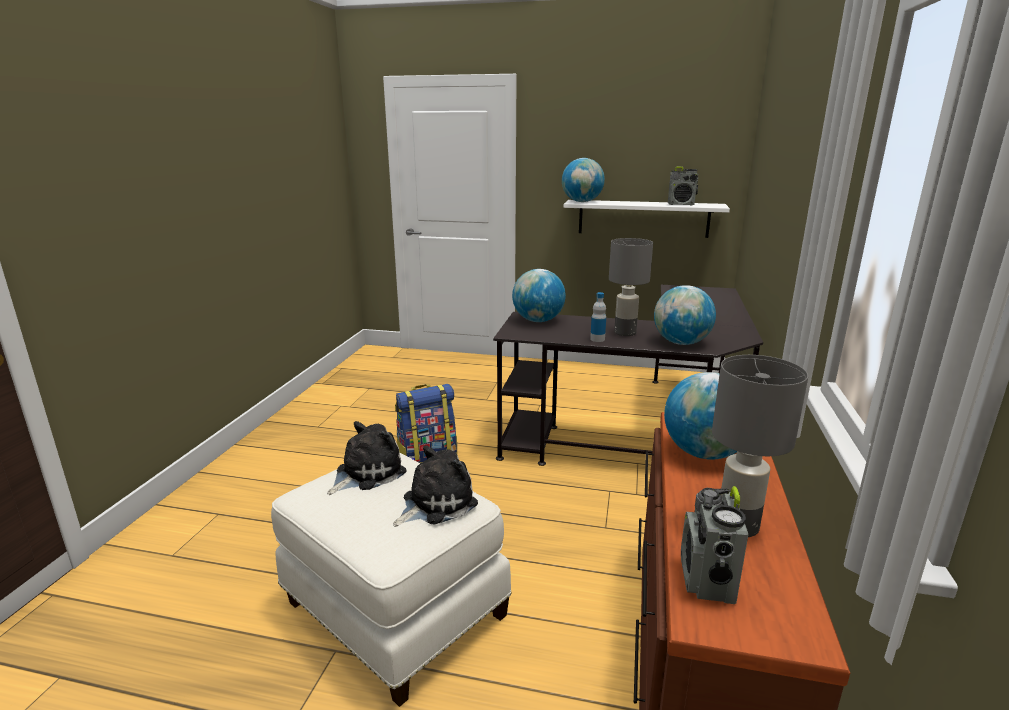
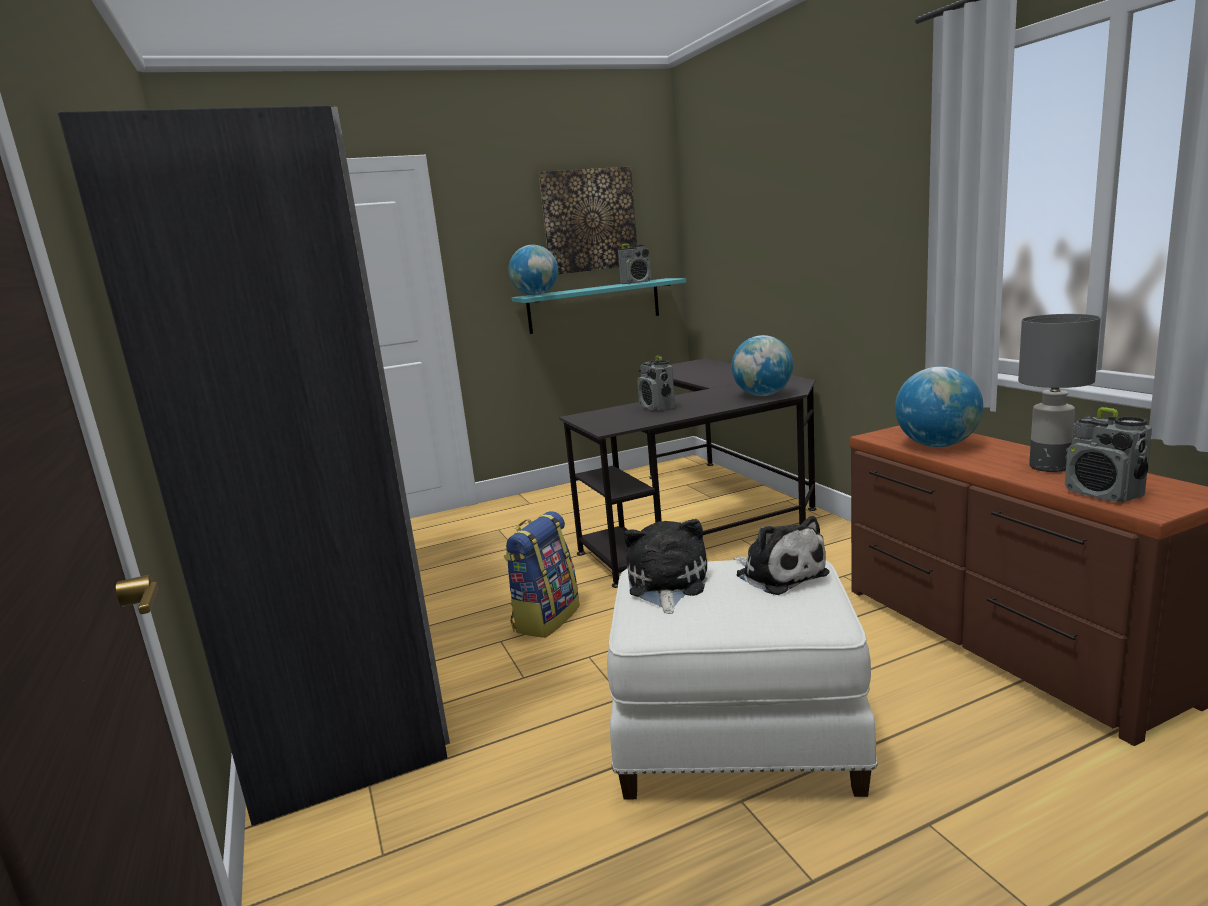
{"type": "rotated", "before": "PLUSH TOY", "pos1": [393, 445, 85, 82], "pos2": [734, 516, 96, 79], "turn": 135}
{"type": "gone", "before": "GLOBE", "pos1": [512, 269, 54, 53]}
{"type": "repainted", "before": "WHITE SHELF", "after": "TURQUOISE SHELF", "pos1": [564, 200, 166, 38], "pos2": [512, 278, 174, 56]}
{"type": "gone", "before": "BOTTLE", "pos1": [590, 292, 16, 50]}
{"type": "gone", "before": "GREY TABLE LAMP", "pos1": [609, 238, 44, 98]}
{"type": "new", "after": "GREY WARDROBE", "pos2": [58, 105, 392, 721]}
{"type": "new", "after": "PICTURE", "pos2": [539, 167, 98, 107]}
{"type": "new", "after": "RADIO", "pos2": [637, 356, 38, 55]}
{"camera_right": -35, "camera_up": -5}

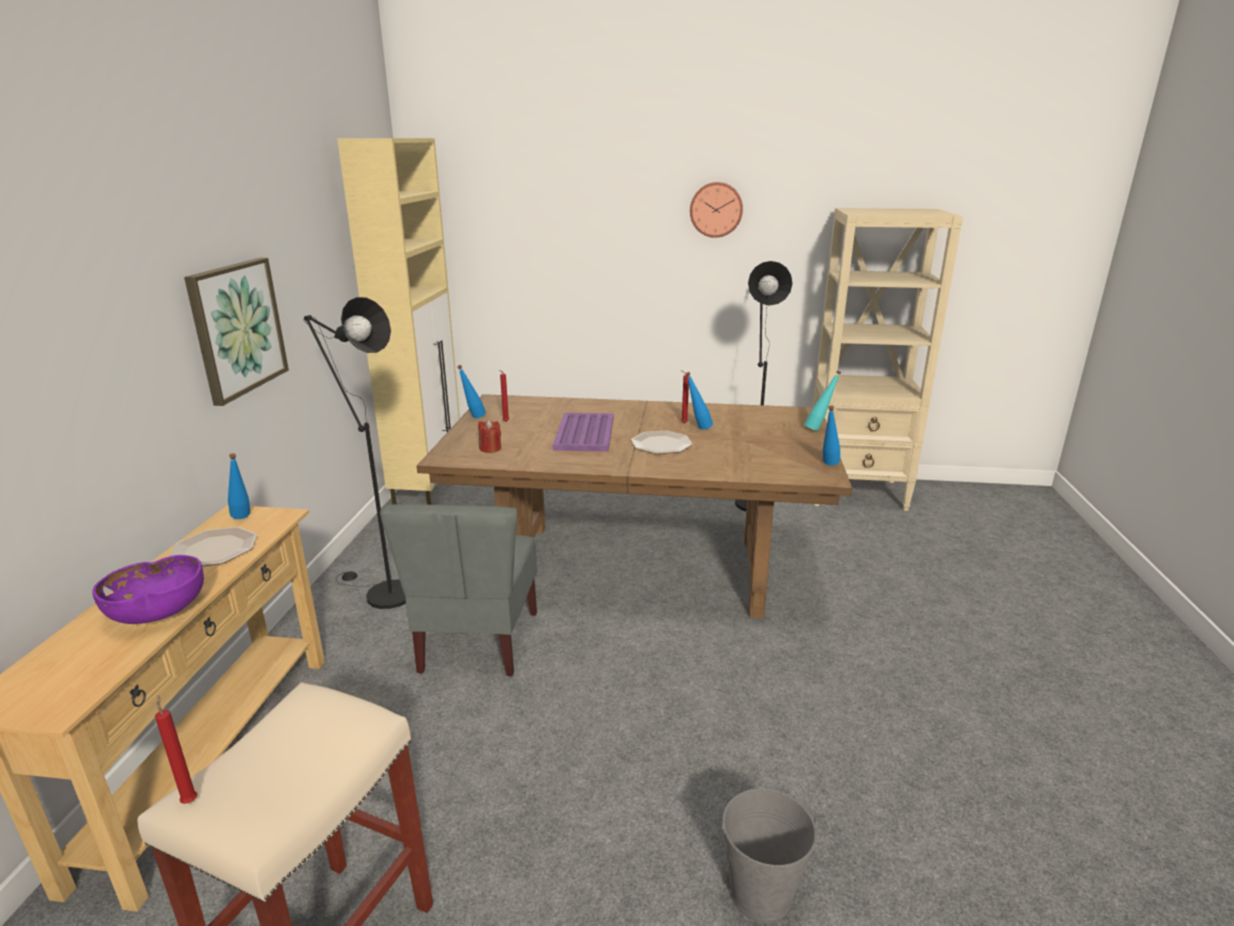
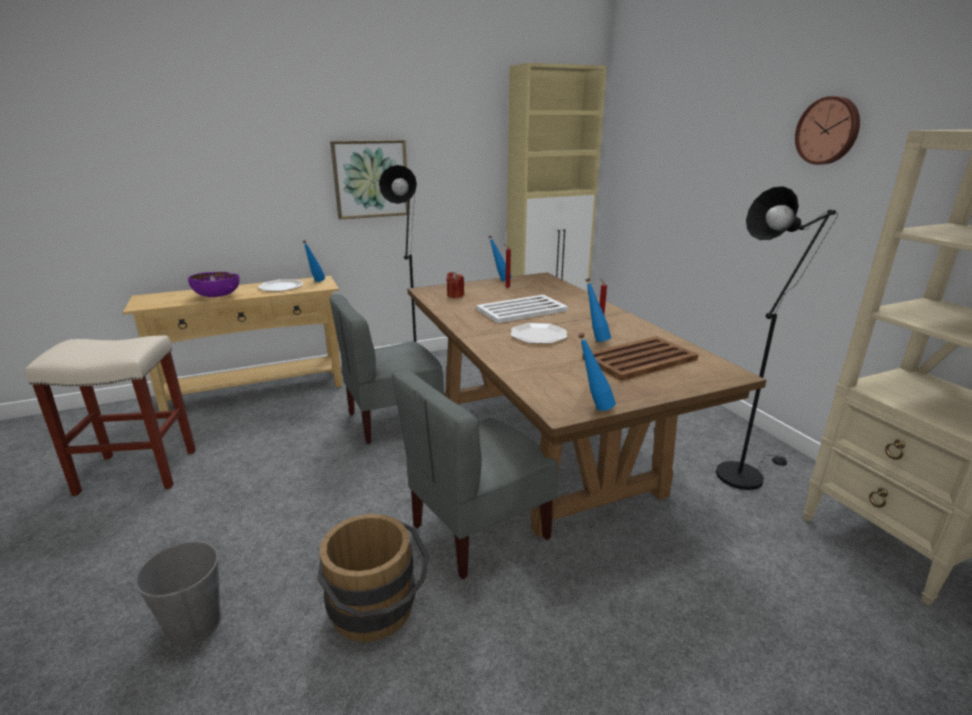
{"type": "gone", "before": "RED CANDLE", "pos1": [155, 695, 43, 109]}
{"type": "repainted", "before": "PURPLE TRAY", "after": "WHITE TRAY", "pos1": [553, 413, 61, 39], "pos2": [476, 295, 92, 28]}
{"type": "gone", "before": "TURQUOISE BOTTLE", "pos1": [804, 370, 37, 61]}
{"type": "new", "after": "BROWN BUCKET", "pos2": [317, 514, 112, 128]}
{"type": "new", "after": "GREY CHAIR", "pos2": [392, 369, 166, 210]}
{"type": "new", "after": "BROWN TRAY", "pos2": [582, 336, 117, 45]}
{"camera_right": 60, "camera_up": 0}

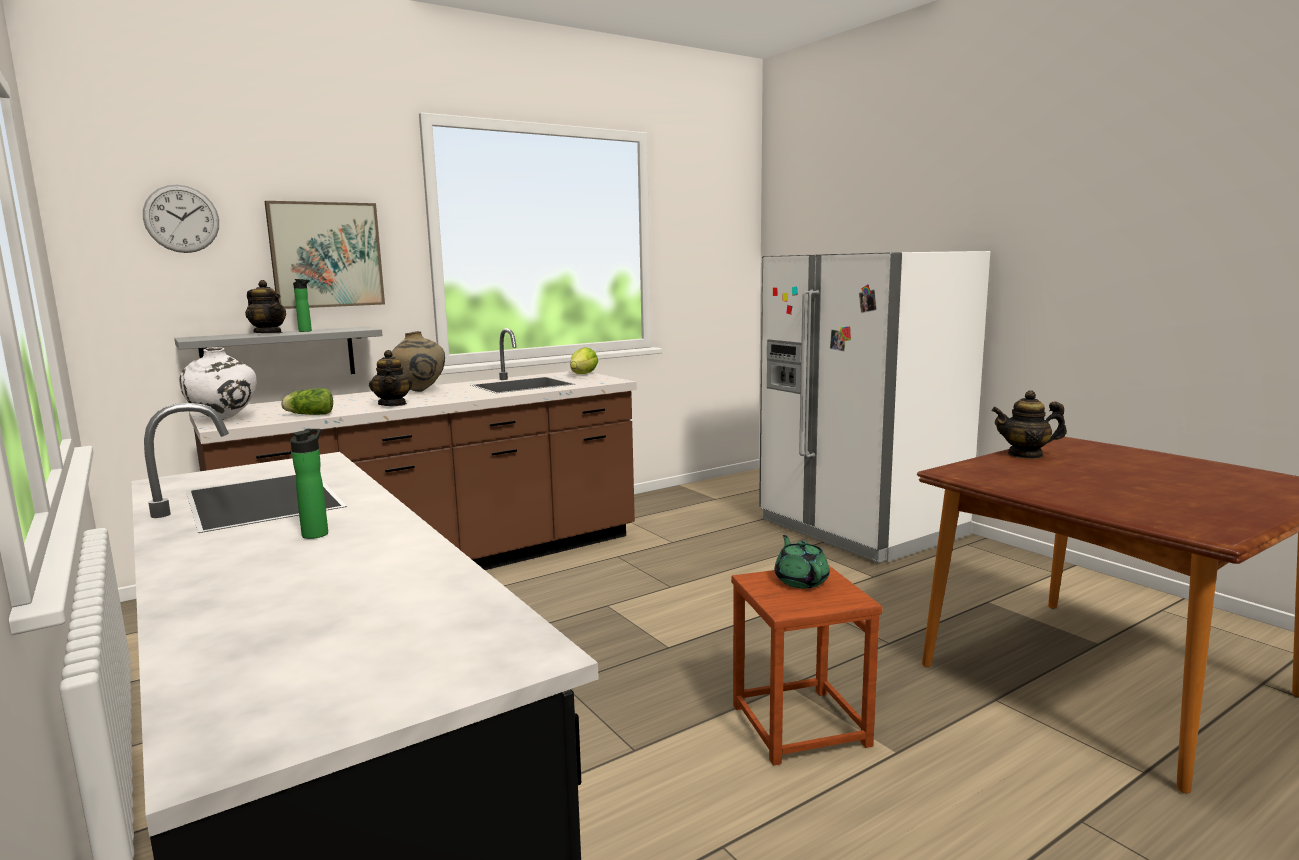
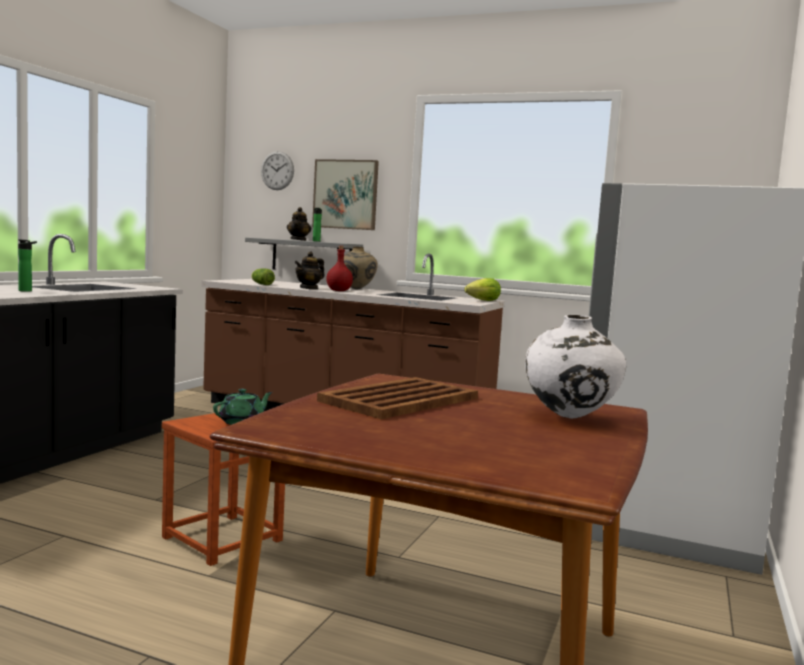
{"type": "shifted", "before": "WHITE VASE", "pos1": [179, 348, 78, 72], "pos2": [525, 315, 101, 104]}
{"type": "gone", "before": "TEAPOT", "pos1": [992, 390, 75, 69]}
{"type": "new", "after": "BROWN TRAY", "pos2": [317, 377, 161, 42]}
{"type": "new", "after": "RED BOTTLE", "pos2": [326, 246, 27, 45]}
{"camera_right": 55, "camera_up": -5}

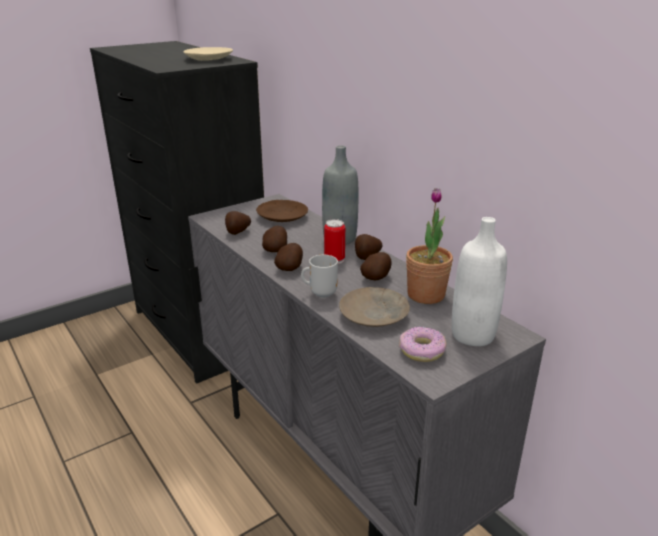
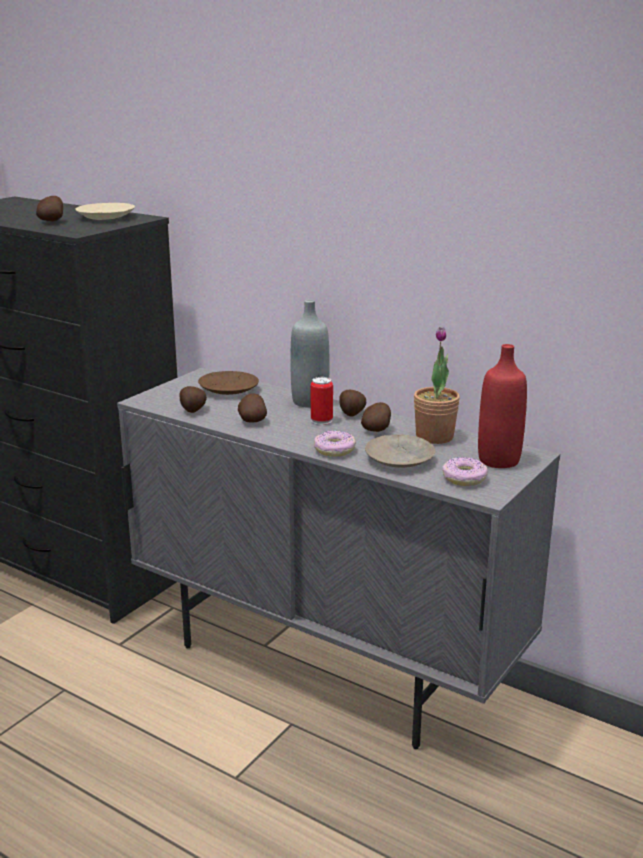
{"type": "shifted", "before": "POTATO", "pos1": [274, 243, 29, 28], "pos2": [36, 196, 27, 26]}
{"type": "swapped", "before": "MUG", "after": "DONUT", "pos1": [301, 255, 37, 43], "pos2": [314, 430, 42, 27]}
{"type": "repainted", "before": "WHITE BOTTLE", "after": "RED BOTTLE", "pos1": [452, 217, 55, 129], "pos2": [478, 344, 49, 124]}
{"camera_right": -20, "camera_up": -5}

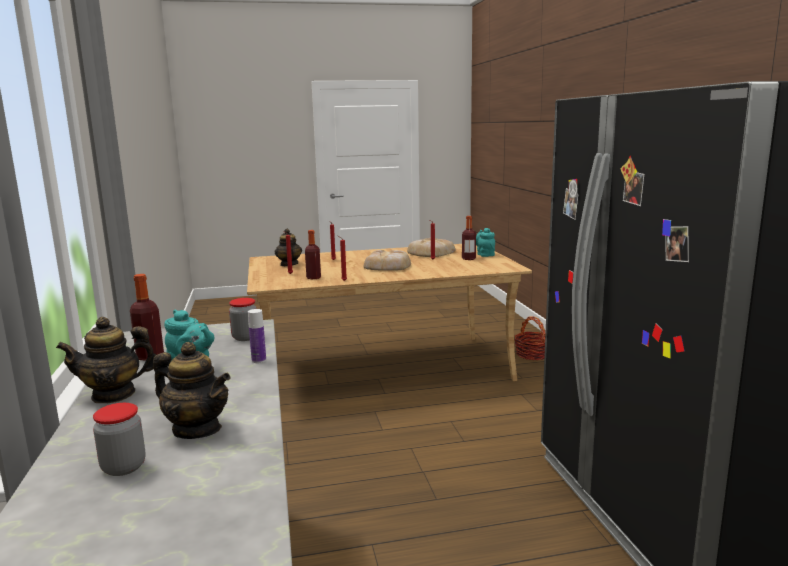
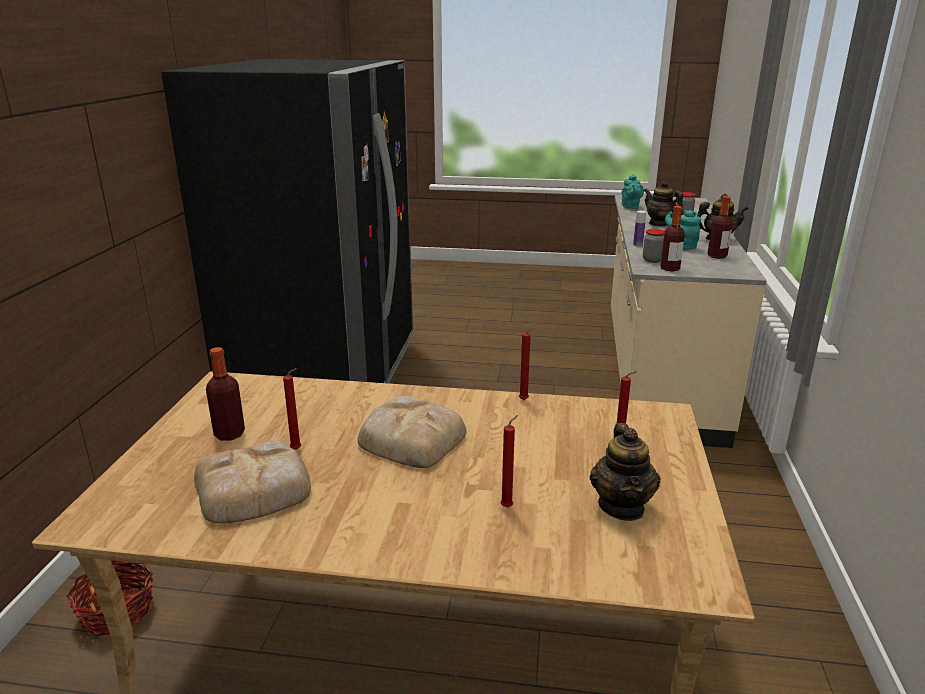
{"type": "shifted", "before": "BOTTLE", "pos1": [305, 230, 16, 49], "pos2": [661, 206, 24, 65]}
{"type": "shifted", "before": "TURQUOISE TEAPOT", "pos1": [476, 228, 19, 29], "pos2": [621, 174, 23, 35]}
{"camera_right": -160, "camera_up": 10}

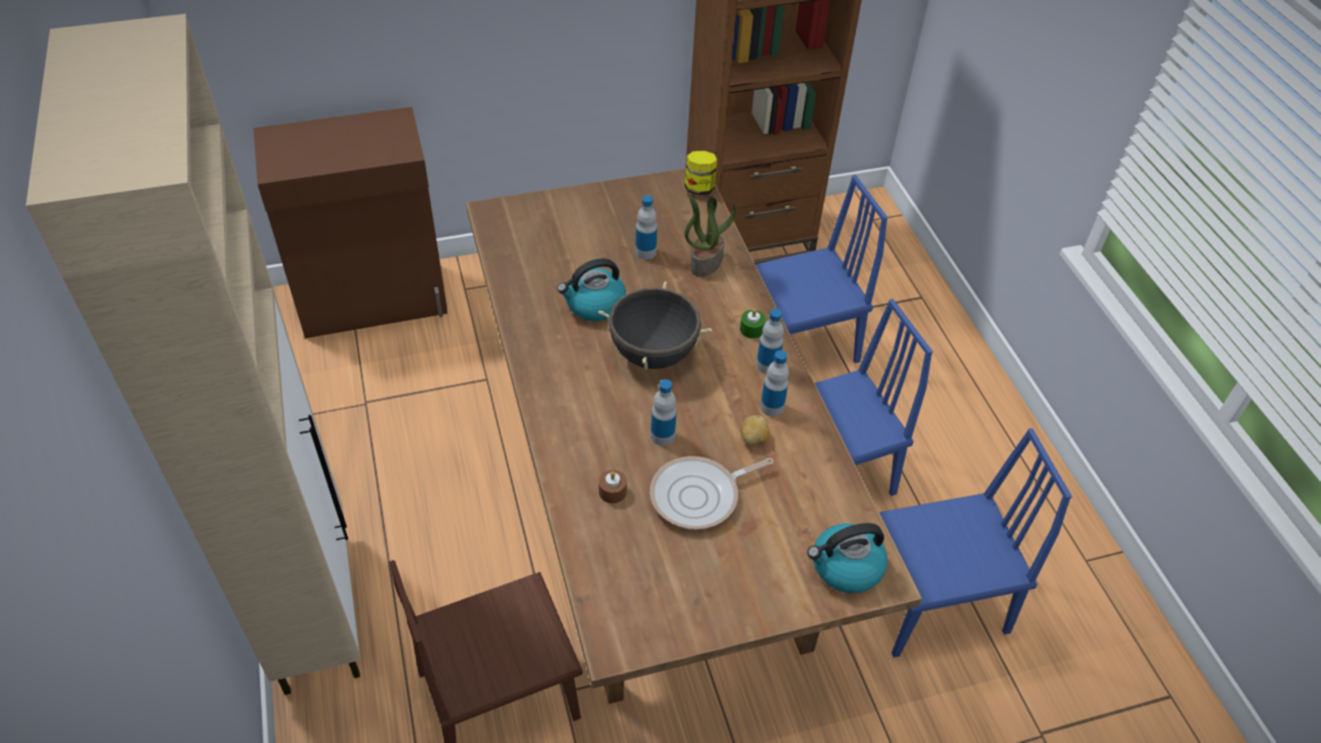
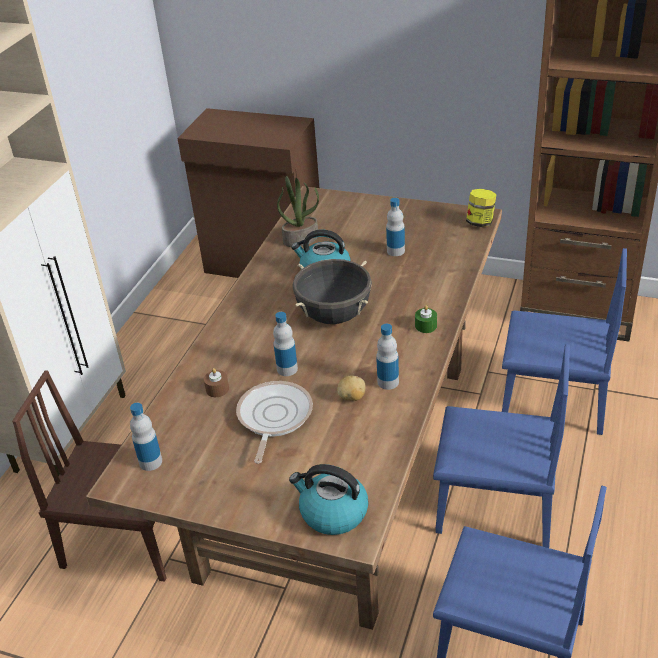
{"type": "rotated", "before": "FRYING PAN", "pos1": [650, 456, 124, 73], "pos2": [236, 381, 77, 83], "turn": 90}
{"type": "shifted", "before": "POTTED PLANT", "pos1": [685, 196, 51, 81], "pos2": [277, 176, 42, 71]}
{"type": "shifted", "before": "BOTTLE", "pos1": [756, 309, 28, 65], "pos2": [130, 403, 32, 68]}
{"camera_right": 40, "camera_up": -10}

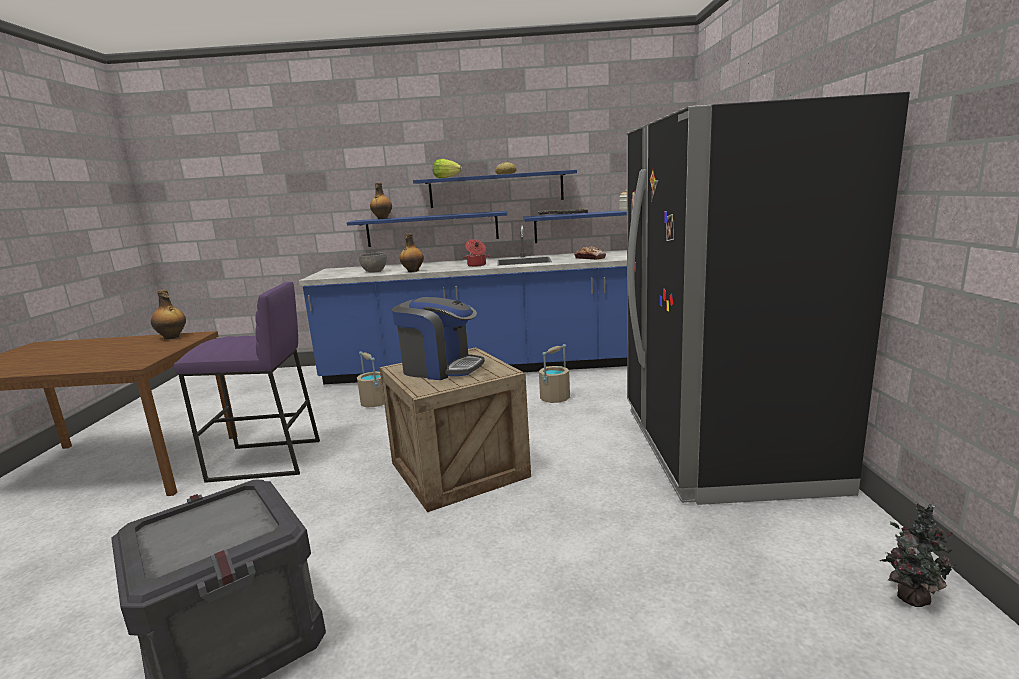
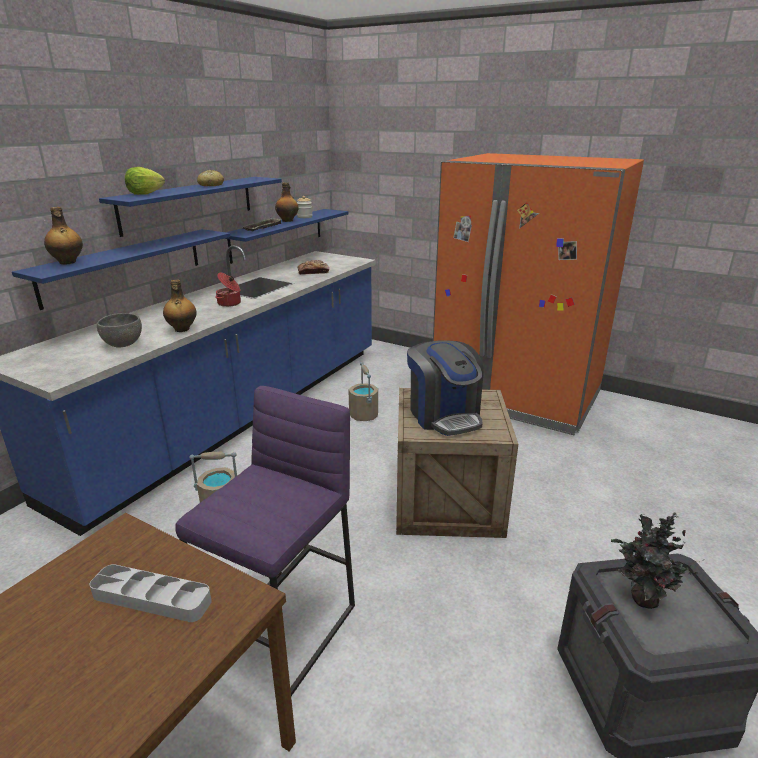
{"type": "shifted", "before": "BOTTLE", "pos1": [151, 290, 35, 49], "pos2": [275, 182, 24, 40]}
{"type": "rotated", "before": "COFFEE MACHINE", "pos1": [392, 297, 93, 83], "pos2": [407, 341, 77, 95], "turn": 105}
{"type": "repainted", "before": "BLACK FRIDGE", "after": "ORANGE FRIDGE", "pos1": [627, 92, 283, 413], "pos2": [433, 153, 211, 283]}
{"type": "shifted", "before": "POTTED PLANT", "pos1": [880, 503, 76, 104], "pos2": [611, 512, 93, 97]}
{"type": "new", "after": "GREY TRAY", "pos2": [89, 564, 122, 58]}
{"camera_right": -60, "camera_up": 10}

